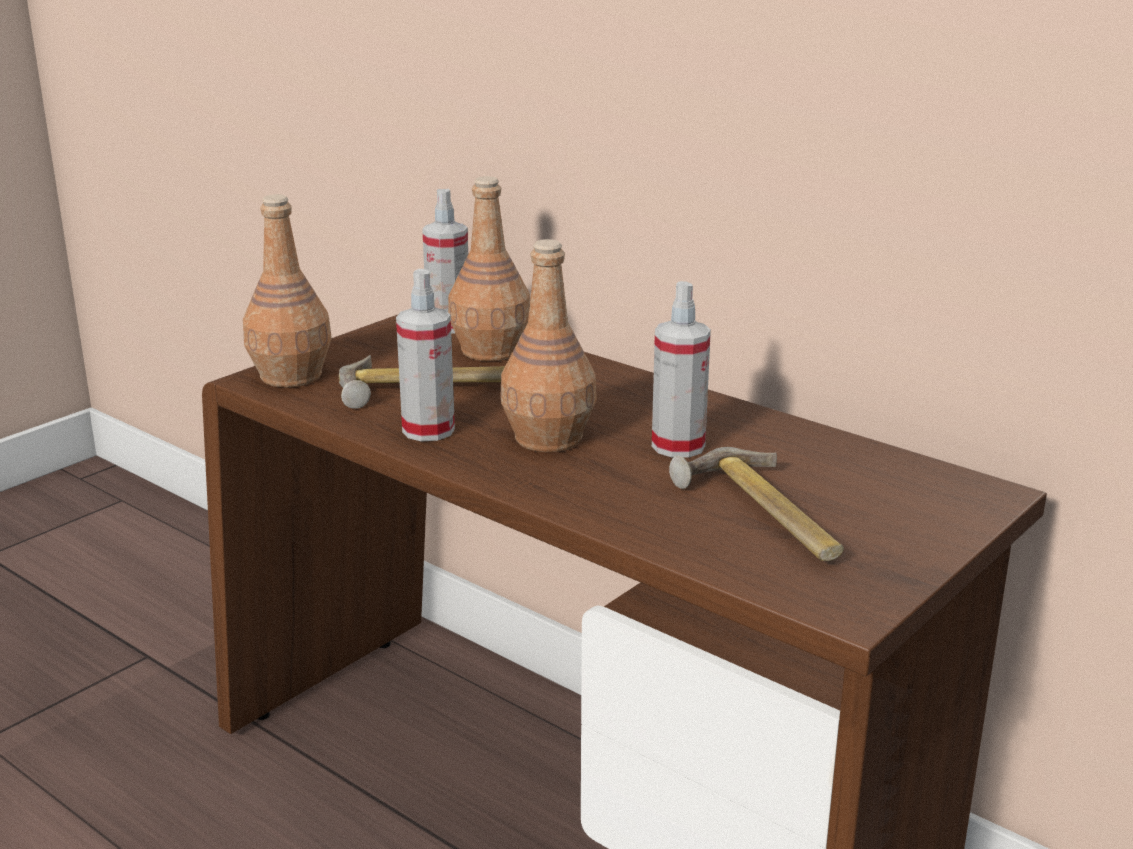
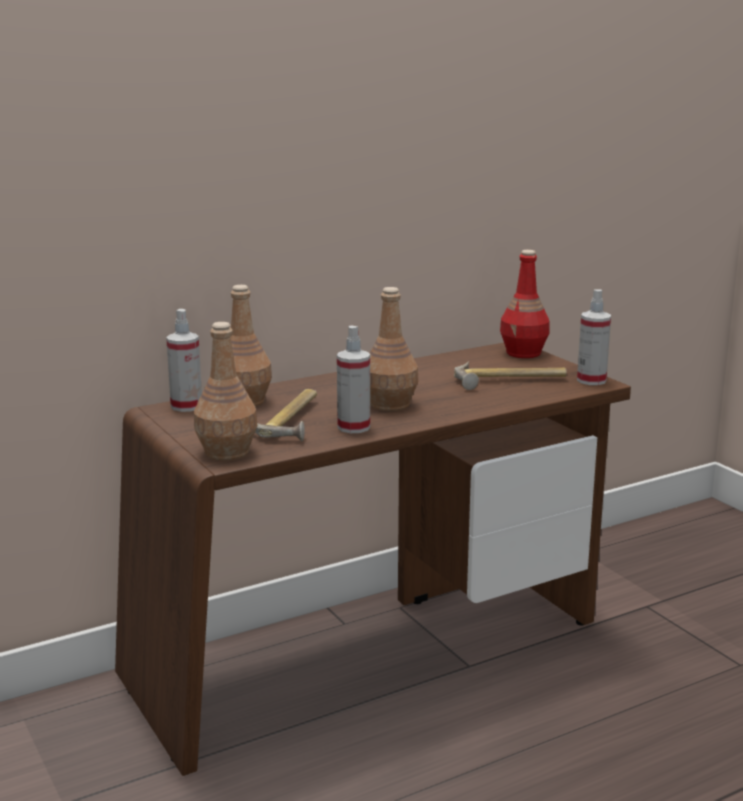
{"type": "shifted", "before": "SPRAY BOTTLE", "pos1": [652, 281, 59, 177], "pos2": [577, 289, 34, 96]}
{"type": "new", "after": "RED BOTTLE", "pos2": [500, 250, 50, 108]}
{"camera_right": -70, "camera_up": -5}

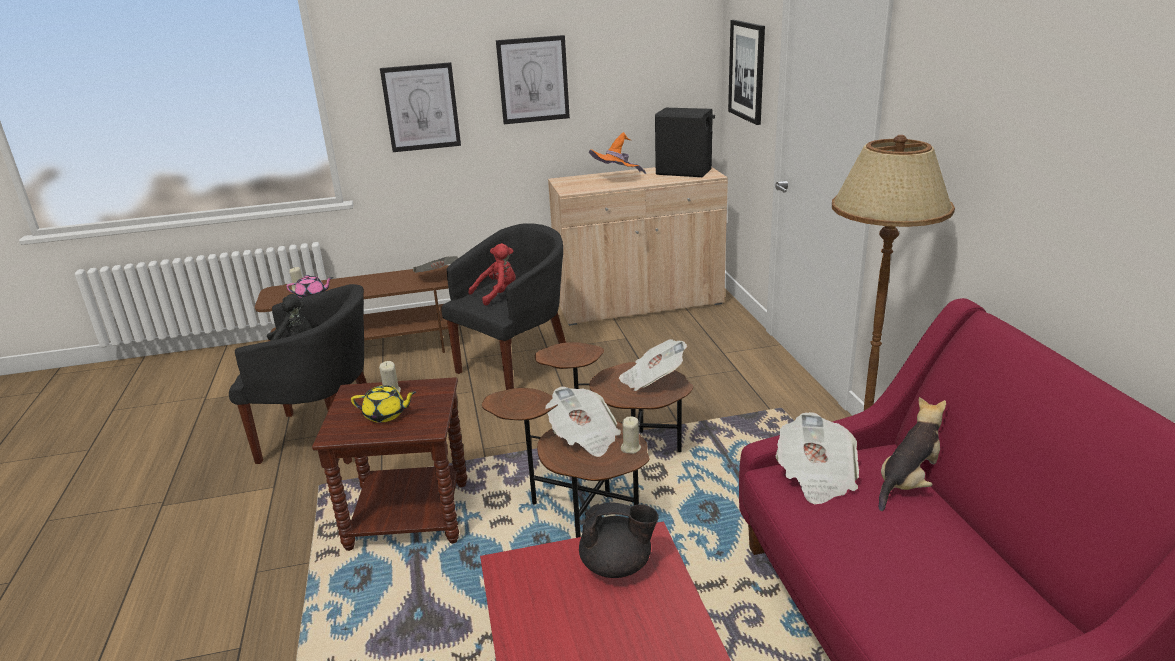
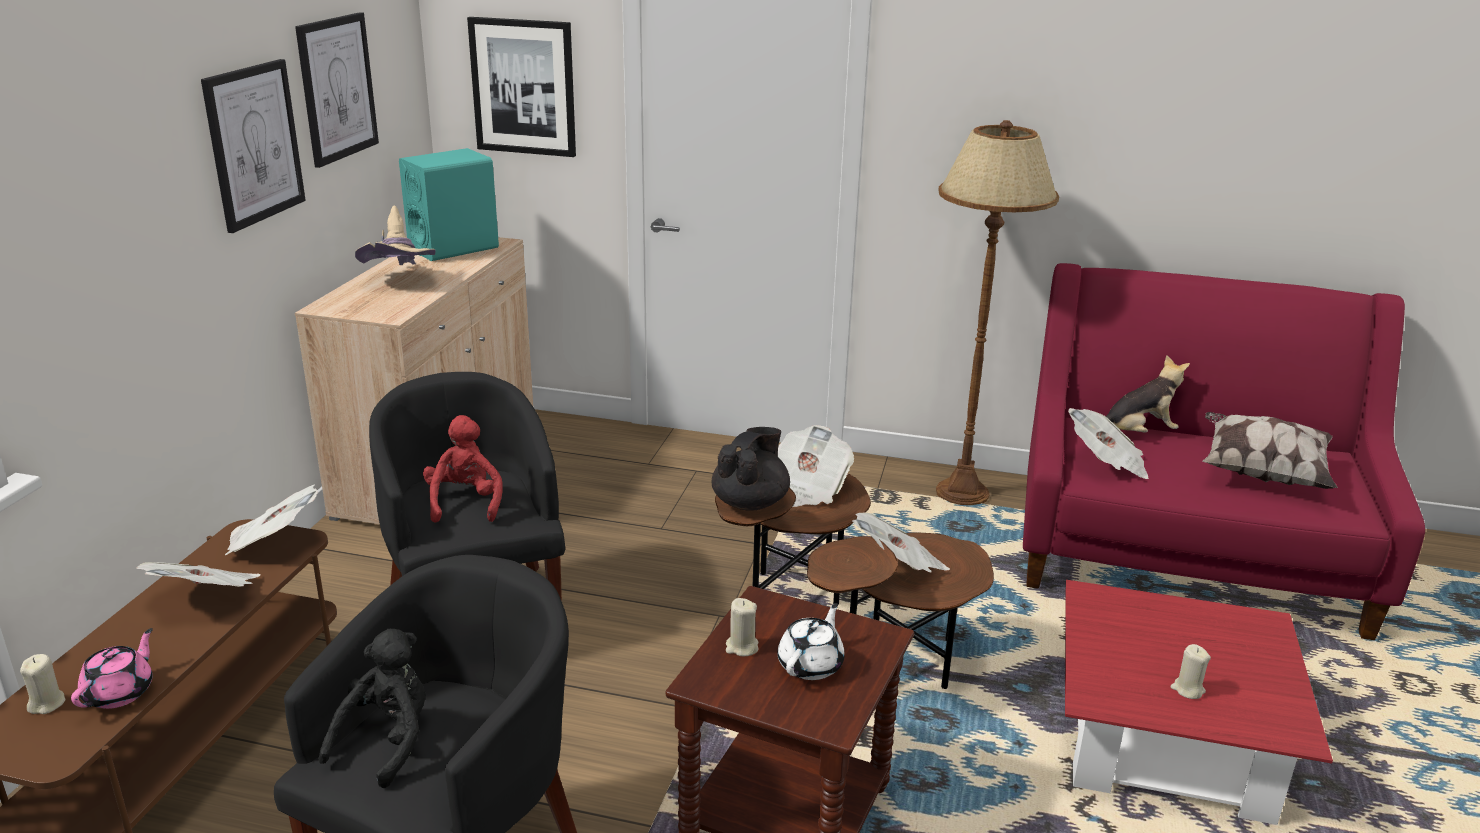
{"type": "repainted", "before": "YELLOW TEAPOT", "after": "WHITE TEAPOT", "pos1": [351, 385, 65, 38], "pos2": [777, 603, 68, 77]}
{"type": "shifted", "before": "PICTURE", "pos1": [380, 62, 81, 90], "pos2": [295, 12, 84, 156]}
{"type": "shifted", "before": "BLACK TEAPOT", "pos1": [579, 502, 79, 76], "pos2": [711, 427, 79, 84]}
{"type": "repainted", "before": "ORANGE HAT", "after": "BEIGE HAT", "pos1": [589, 132, 57, 42], "pos2": [355, 206, 81, 59]}
{"type": "shifted", "before": "BEIGE CANDLE", "pos1": [621, 417, 20, 37], "pos2": [1171, 644, 40, 55]}
{"type": "repainted", "before": "BLACK SPEAKER", "after": "TURQUOISE SPEAKER", "pos1": [655, 108, 60, 69], "pos2": [399, 148, 100, 113]}
{"type": "rotated", "before": "PLUSH TOY", "pos1": [879, 397, 67, 114], "pos2": [1106, 355, 84, 77], "turn": 90}
{"type": "new", "after": "NEWSPAPER", "pos2": [136, 562, 125, 25]}
{"type": "new", "after": "PILLOW", "pos2": [1202, 412, 136, 77]}
{"camera_right": -65, "camera_up": 0}

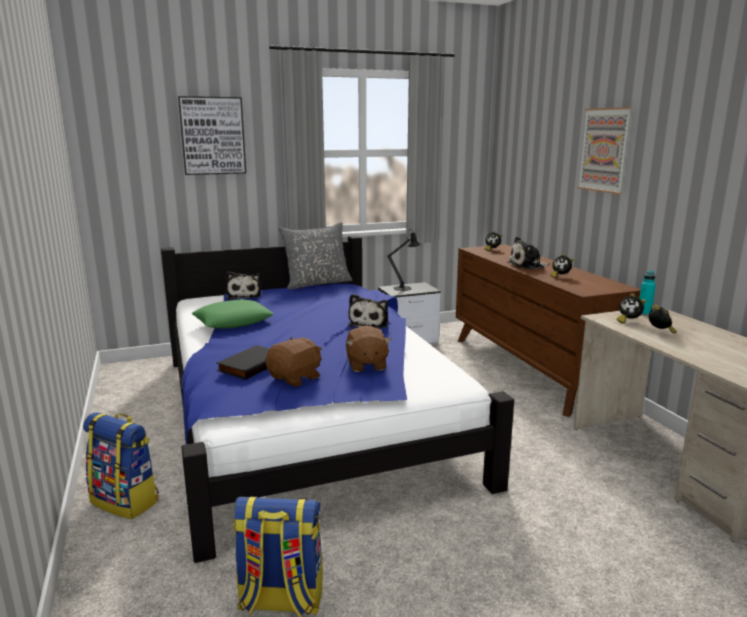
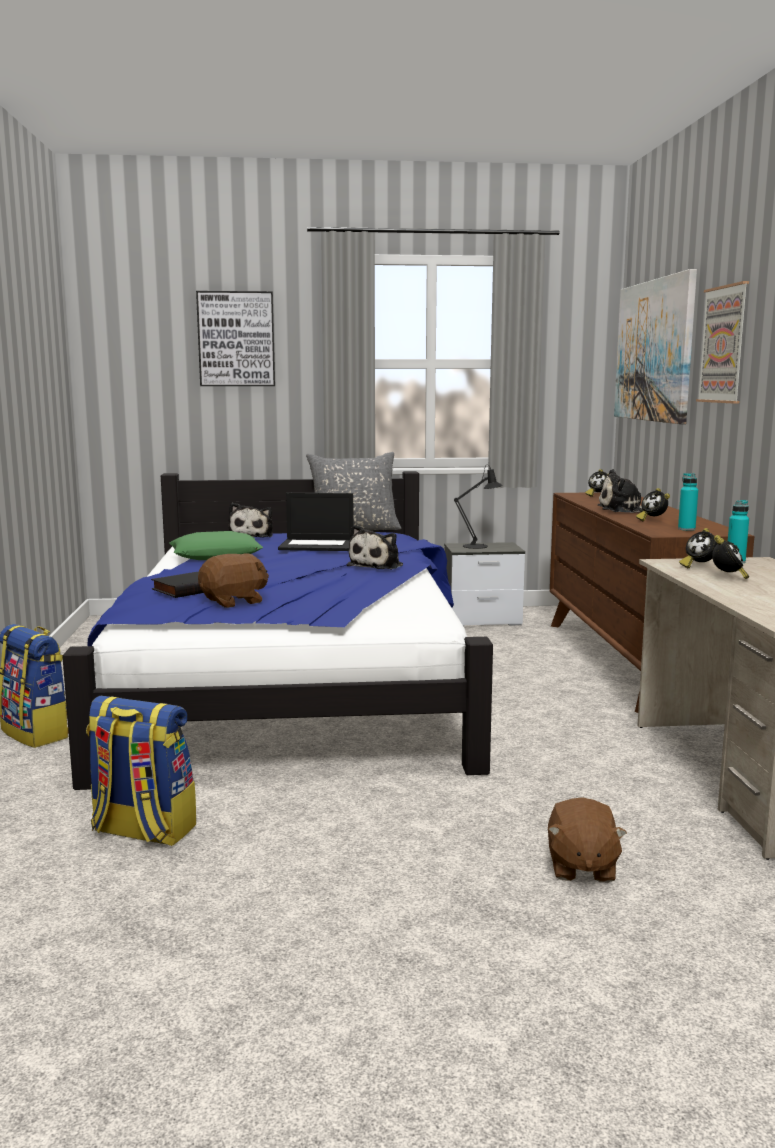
{"type": "shifted", "before": "BROWN PLUSH TOY", "pos1": [346, 326, 45, 46], "pos2": [548, 797, 79, 86]}
{"type": "new", "after": "LAPTOP", "pos2": [278, 493, 76, 58]}
{"type": "new", "after": "PICTURE", "pos2": [614, 269, 83, 155]}
{"type": "new", "after": "TURQUOISE BOTTLE", "pos2": [678, 473, 20, 58]}
{"camera_right": 15, "camera_up": -5}

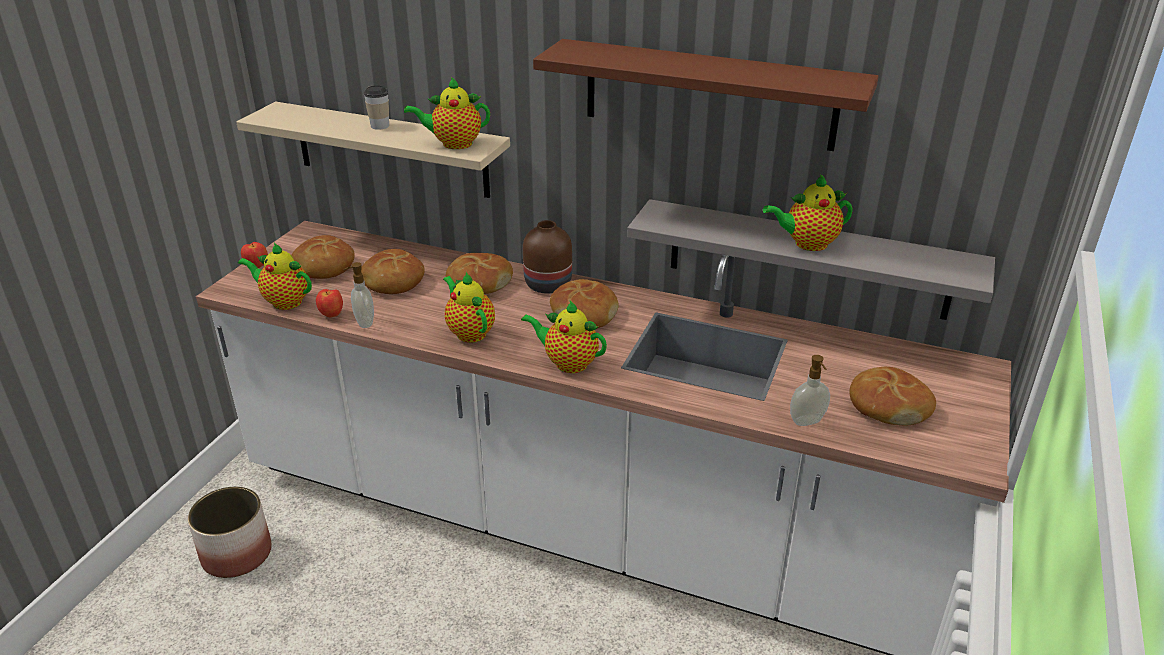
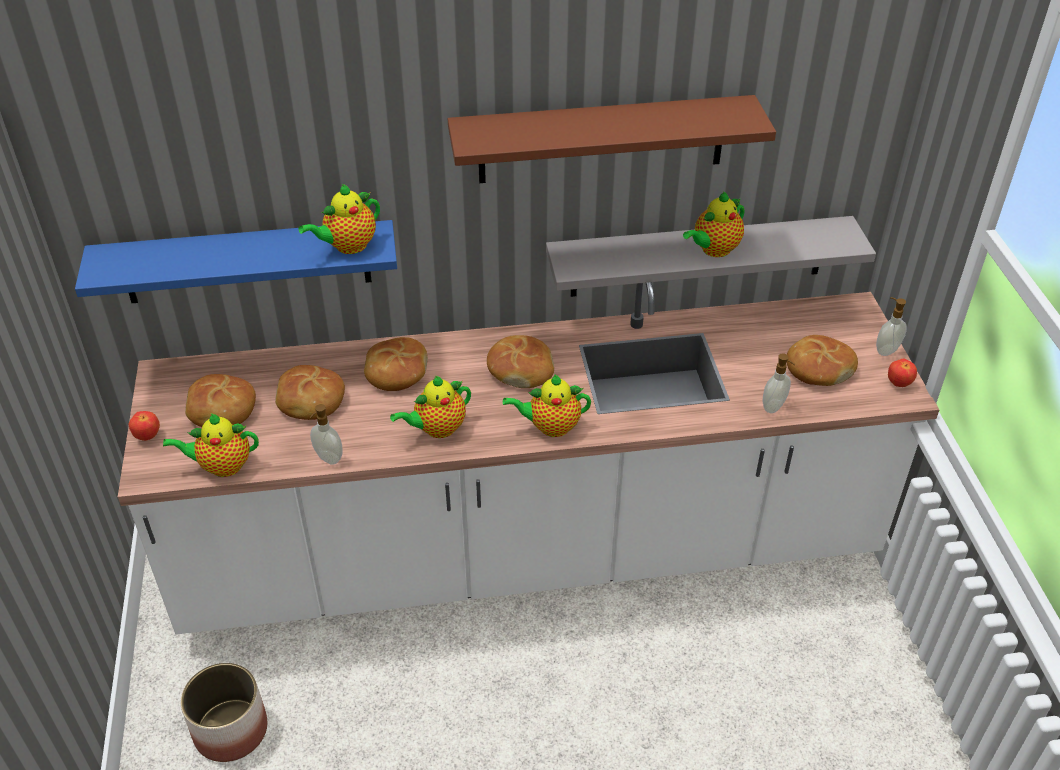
{"type": "repainted", "before": "BEIGE SHELF", "after": "BLUE SHELF", "pos1": [236, 102, 274, 96], "pos2": [75, 220, 322, 83]}
{"type": "shifted", "before": "APPLE", "pos1": [316, 289, 27, 28], "pos2": [888, 358, 29, 29]}
{"type": "gone", "before": "CUP", "pos1": [364, 85, 25, 45]}
{"type": "rotated", "before": "TEAPOT", "pos1": [443, 272, 52, 71], "pos2": [390, 376, 81, 62], "turn": -60}
{"type": "gone", "before": "BROWN VASE", "pos1": [523, 220, 49, 74]}
{"type": "new", "after": "SOAP DISPENSER", "pos2": [876, 297, 31, 59]}
{"camera_right": -30, "camera_up": 10}

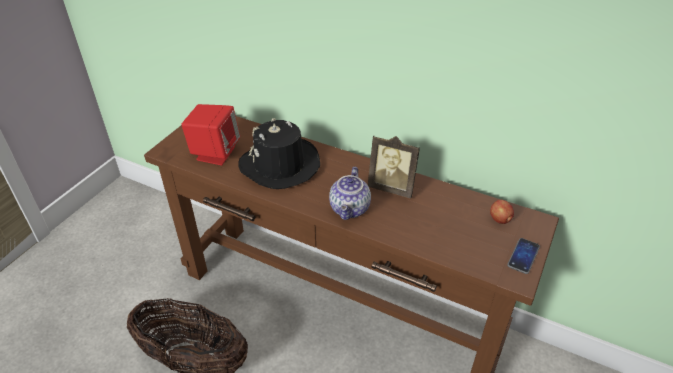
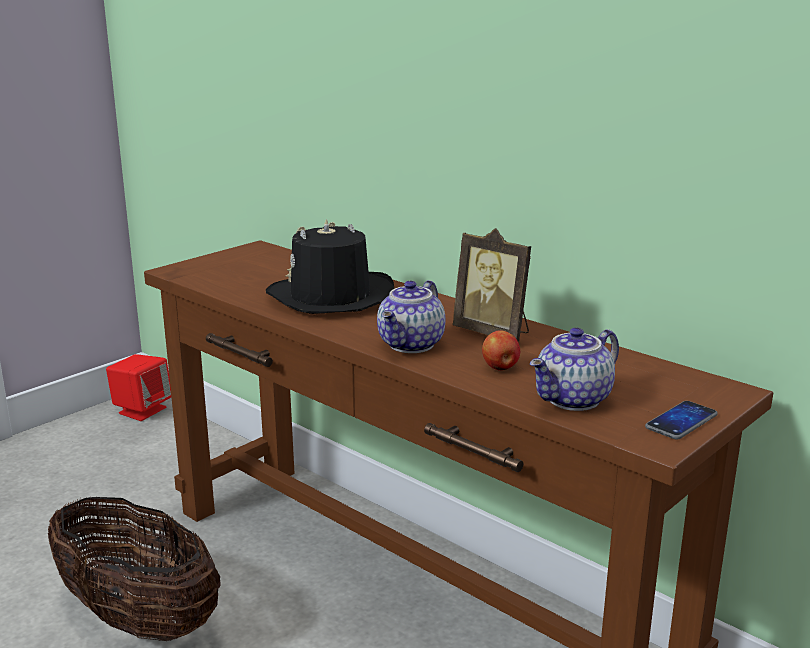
{"type": "shifted", "before": "RED SPEAKER", "pos1": [181, 104, 59, 62], "pos2": [106, 354, 65, 67]}
{"type": "shifted", "before": "APPLE", "pos1": [490, 200, 24, 24], "pos2": [482, 330, 38, 40]}
{"type": "new", "after": "TEAPOT", "pos2": [530, 328, 89, 83]}
{"camera_right": 15, "camera_up": -20}

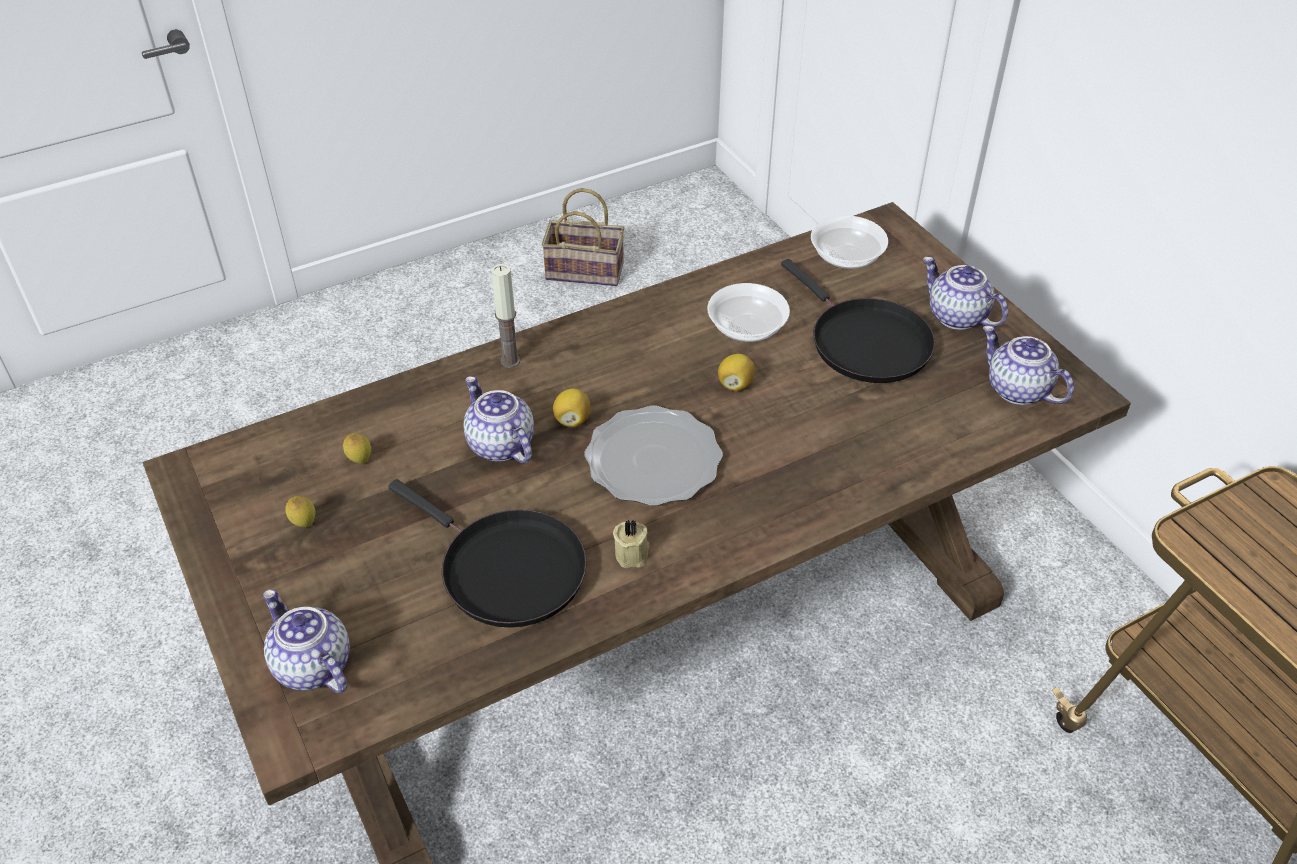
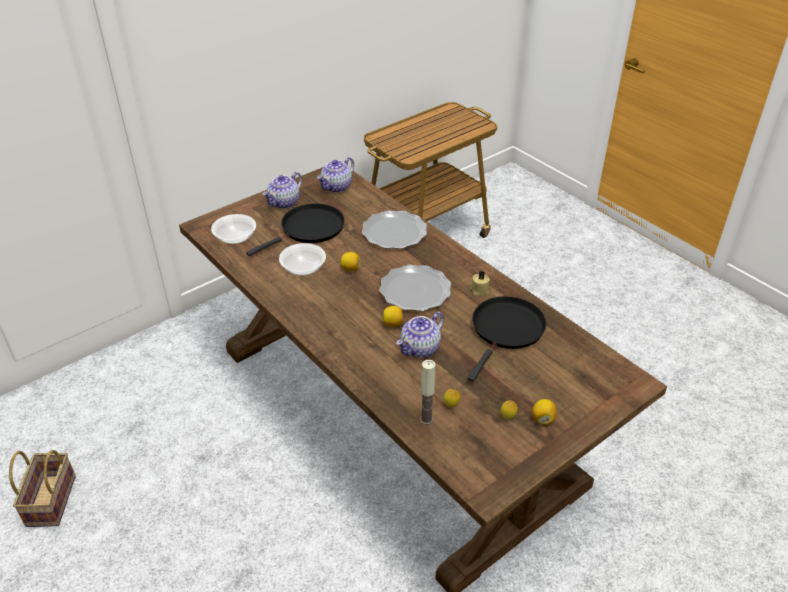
{"type": "gone", "before": "TEAPOT", "pos1": [263, 590, 87, 104]}
{"type": "shifted", "before": "CANDLE", "pos1": [491, 264, 29, 104], "pos2": [420, 360, 16, 65]}
{"type": "new", "after": "PLATE", "pos2": [362, 210, 65, 39]}
{"type": "new", "after": "LEMON", "pos2": [532, 399, 25, 26]}
{"camera_right": -100, "camera_up": -5}

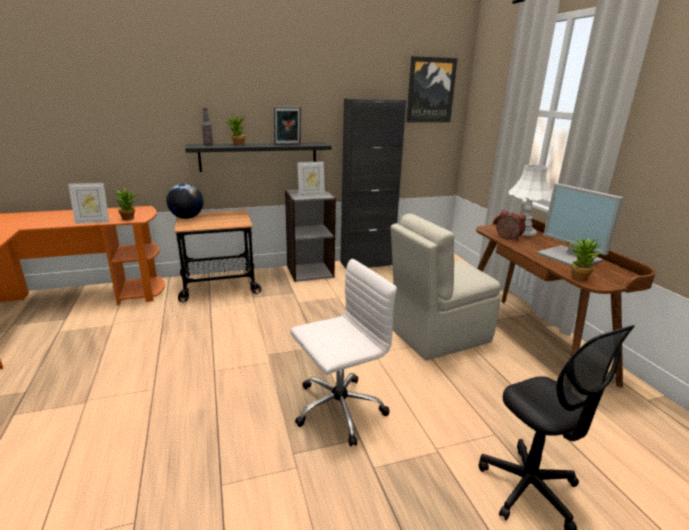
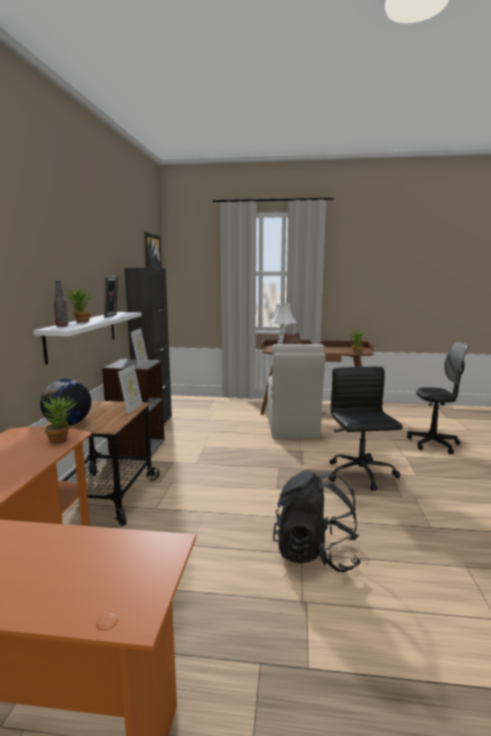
{"type": "shifted", "before": "PICTURE FRAME", "pos1": [68, 183, 41, 41], "pos2": [118, 364, 25, 50]}
{"type": "repainted", "before": "BLACK SHELF", "after": "WHITE SHELF", "pos1": [185, 142, 147, 30], "pos2": [33, 312, 109, 52]}
{"type": "repainted", "before": "WHITE OFFICE CHAIR", "after": "BLACK OFFICE CHAIR", "pos1": [291, 259, 106, 187], "pos2": [328, 367, 74, 124]}
{"type": "gone", "before": "MONITOR", "pos1": [536, 183, 88, 84]}
{"type": "new", "after": "BLACK BACKPACK", "pos2": [273, 470, 88, 102]}
{"camera_right": -65, "camera_up": -10}

